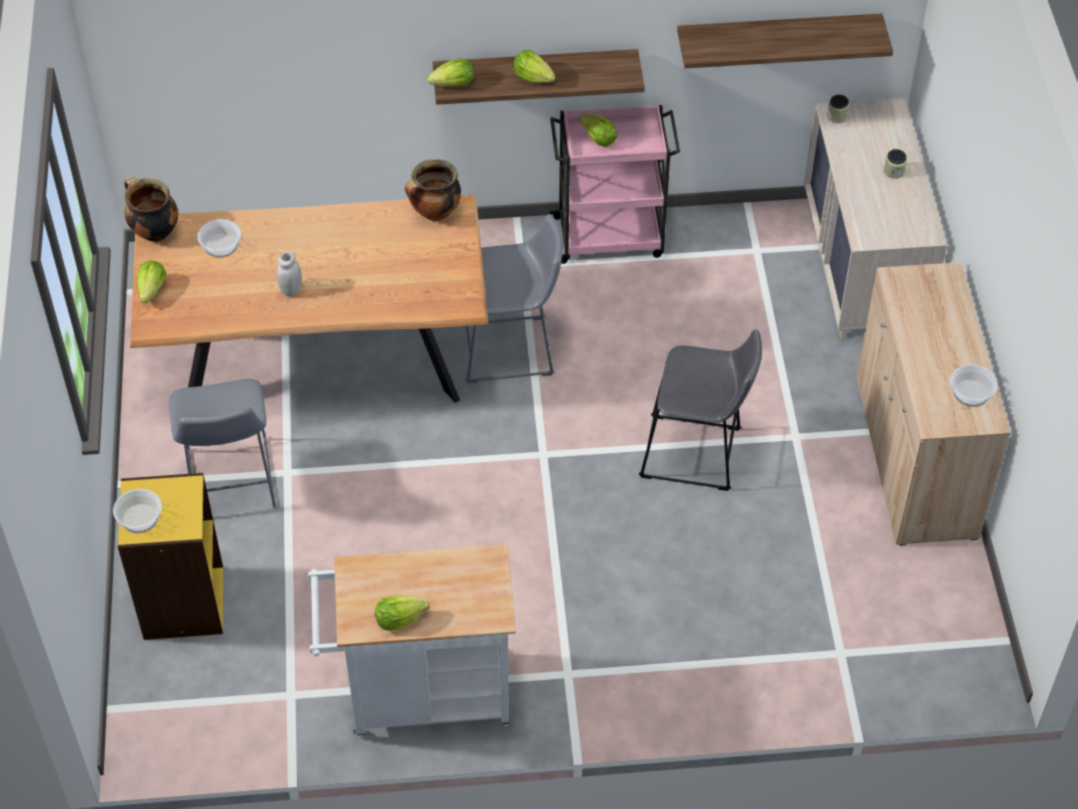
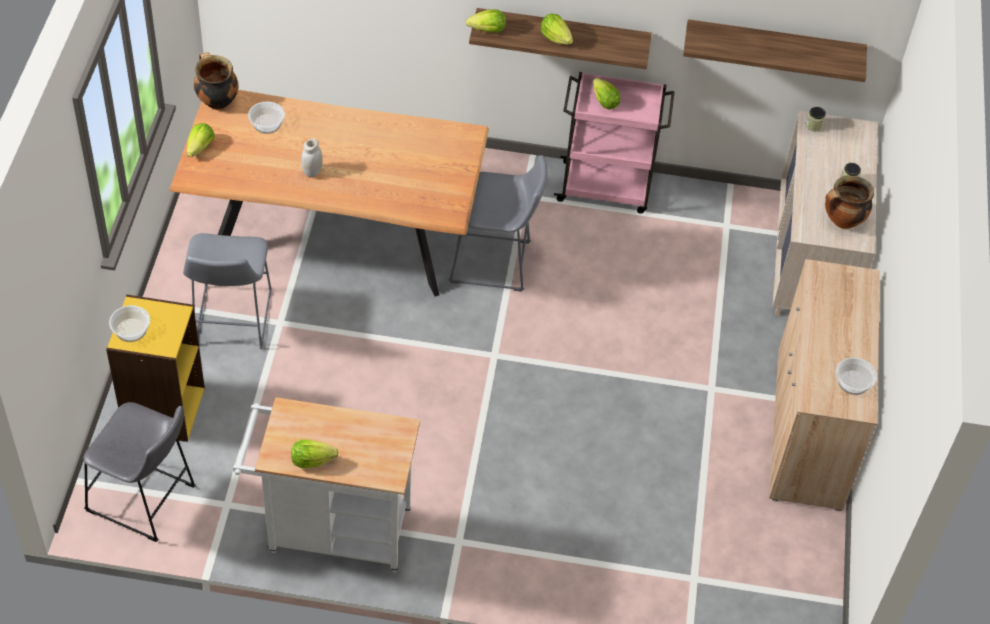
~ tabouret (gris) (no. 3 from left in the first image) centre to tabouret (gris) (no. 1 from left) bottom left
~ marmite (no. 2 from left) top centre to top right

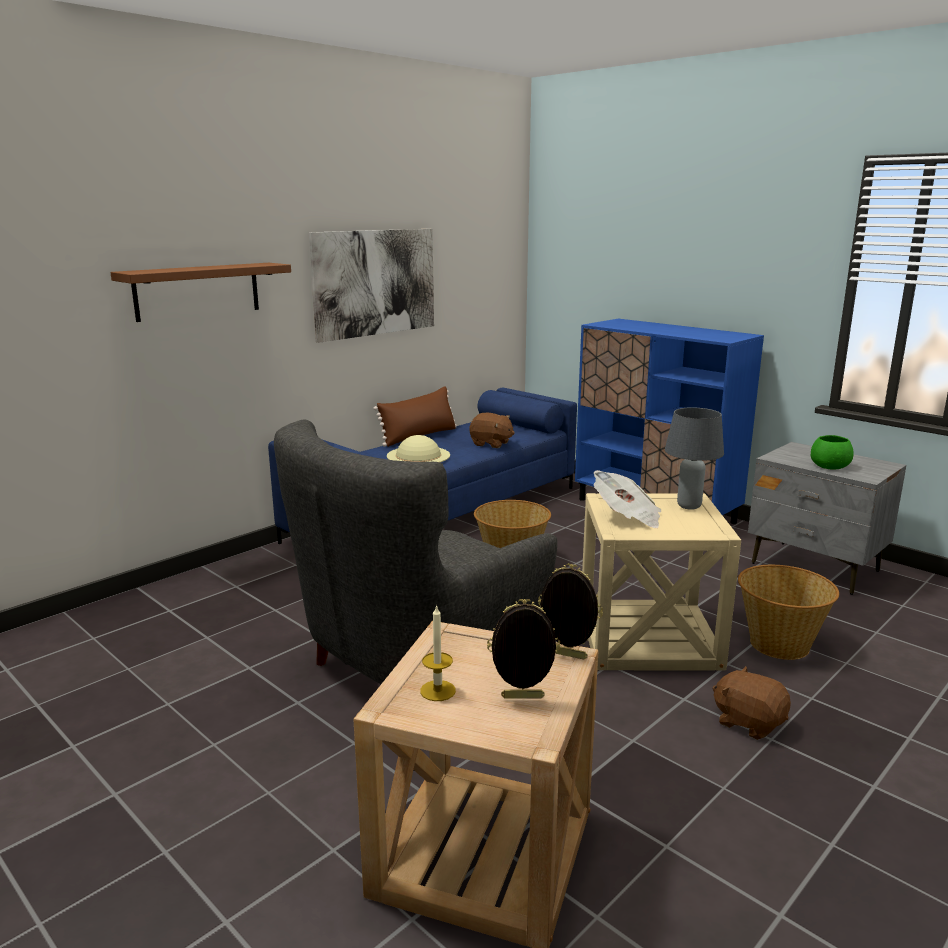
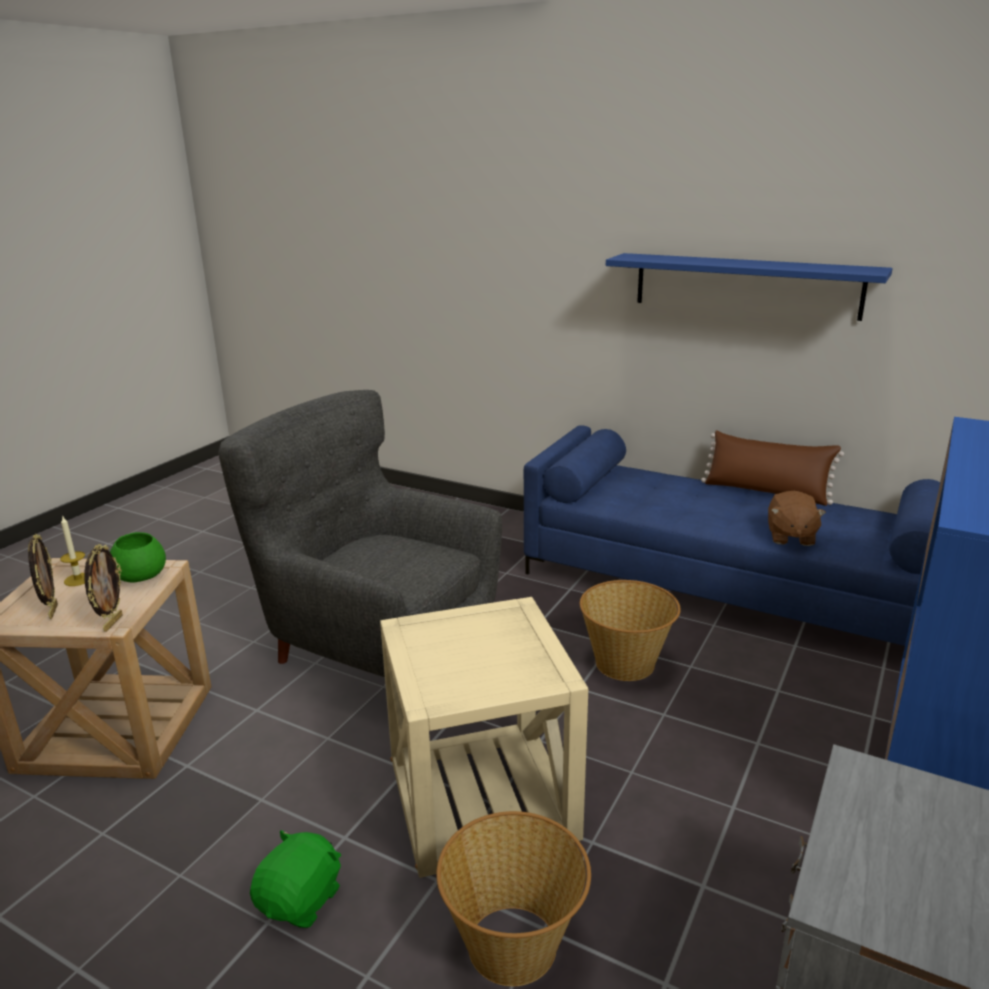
~ bol (vert) middle right to middle left
~ peluche (marron) (no. 2 from left) bottom right to peluche (vert) bottom left
~ tableau top centre to étagère (bleu) top right
- étagère (marron) top left
- chapeau (beige) centre
- journal centre
- lampe de table (gris) middle right

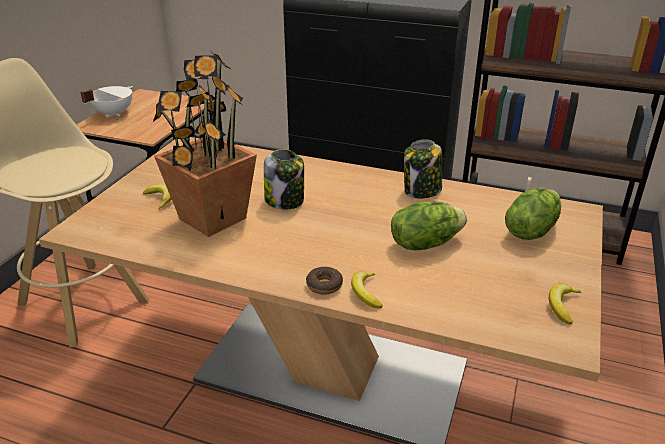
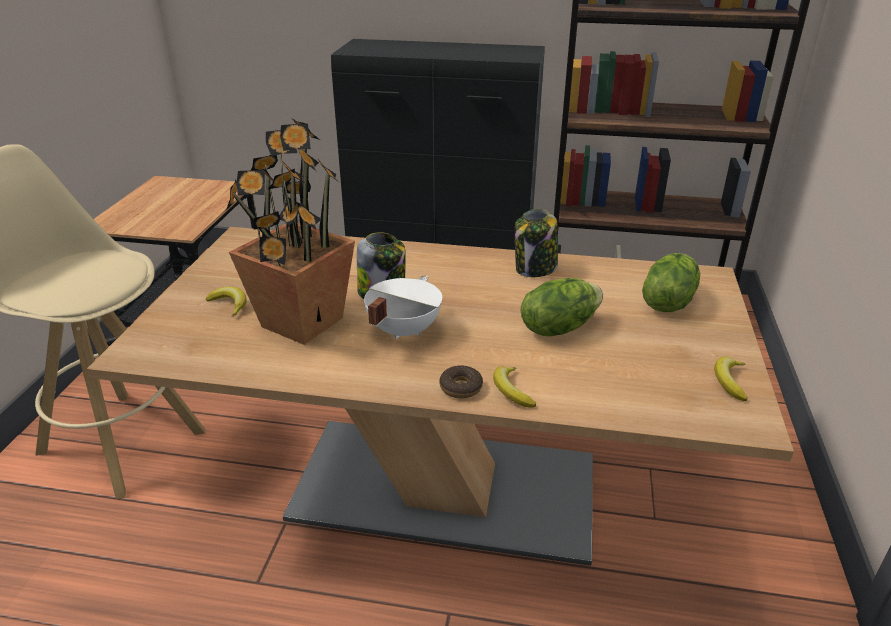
~ marmite (blanc) top left to centre

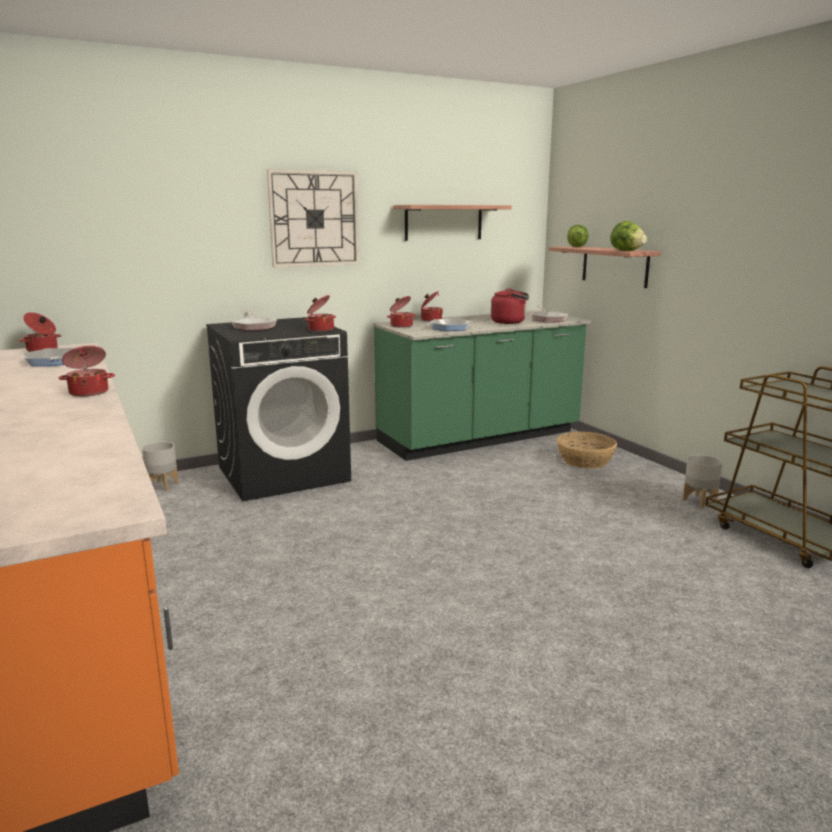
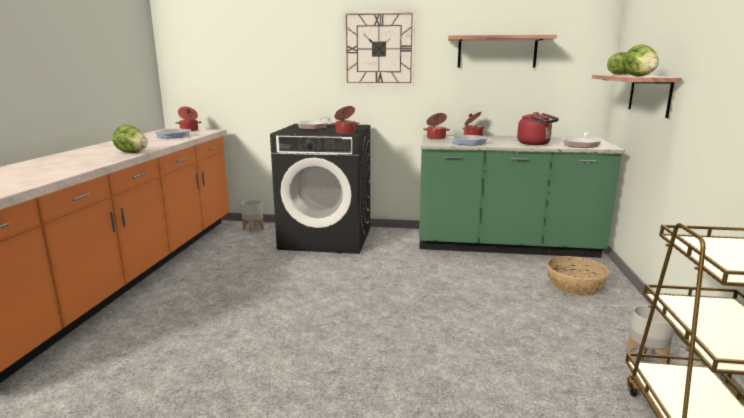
~ marmite (no. 2 from left) middle left to laitue (no. 1 from left) top left

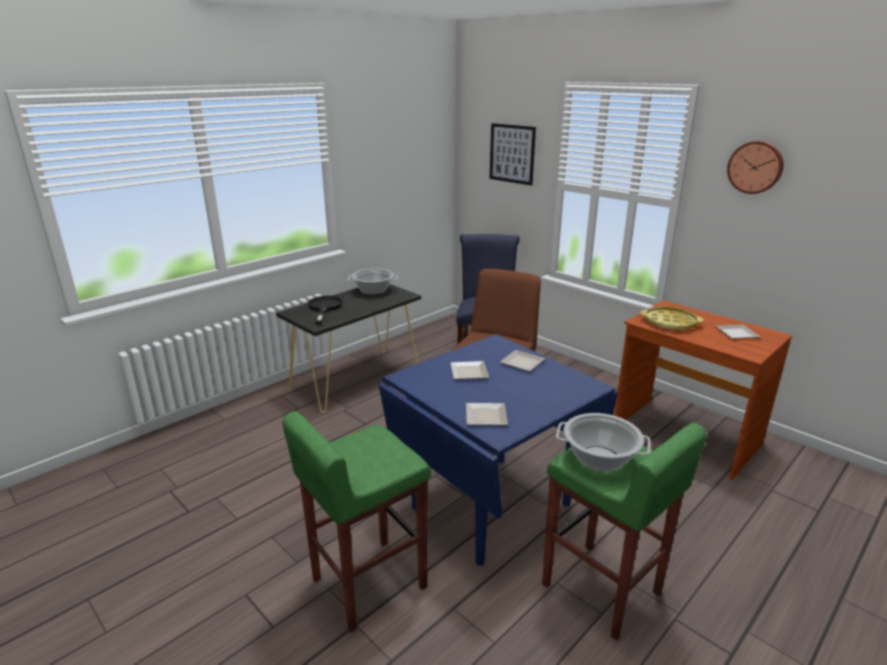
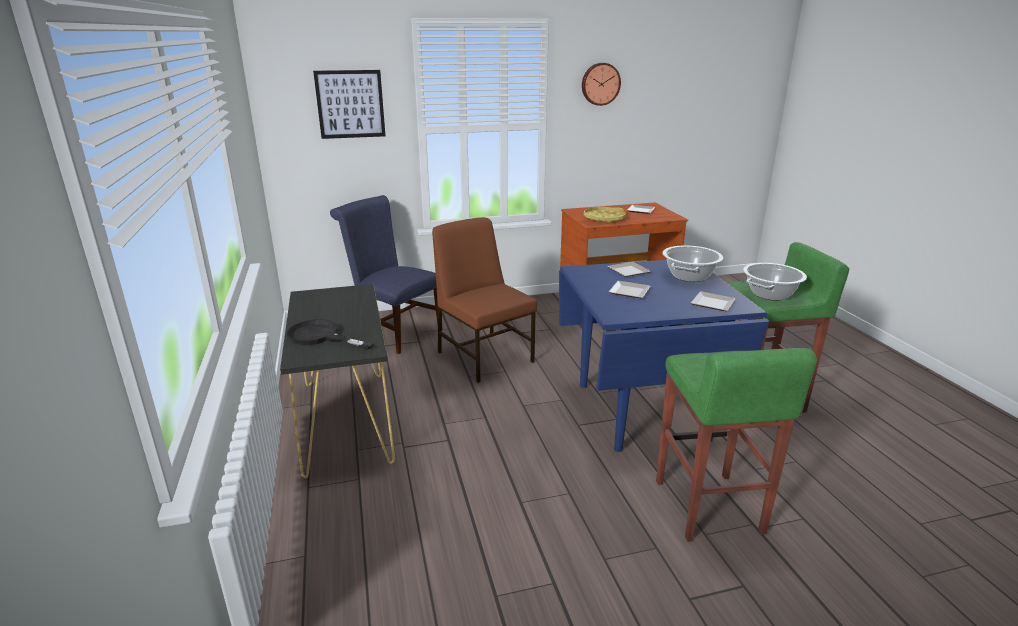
~ marmite (no. 1 from left) centre to middle right

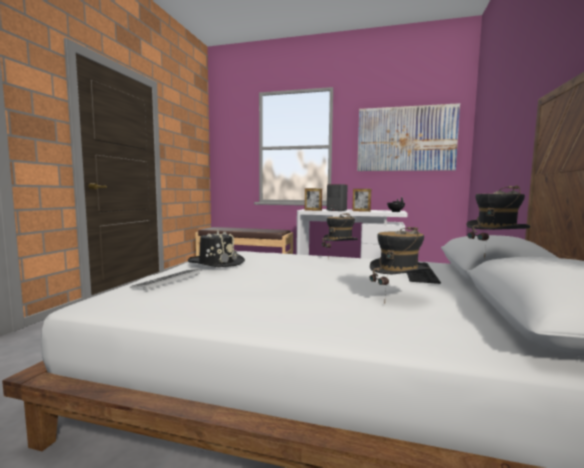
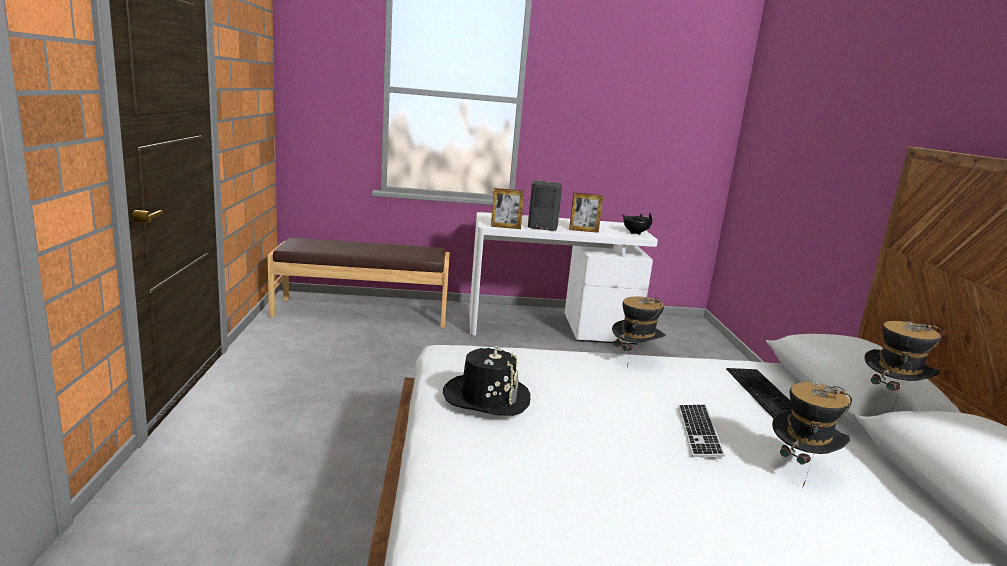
~ clavier (no. 1 from left) middle left to bottom right
- tableau top right

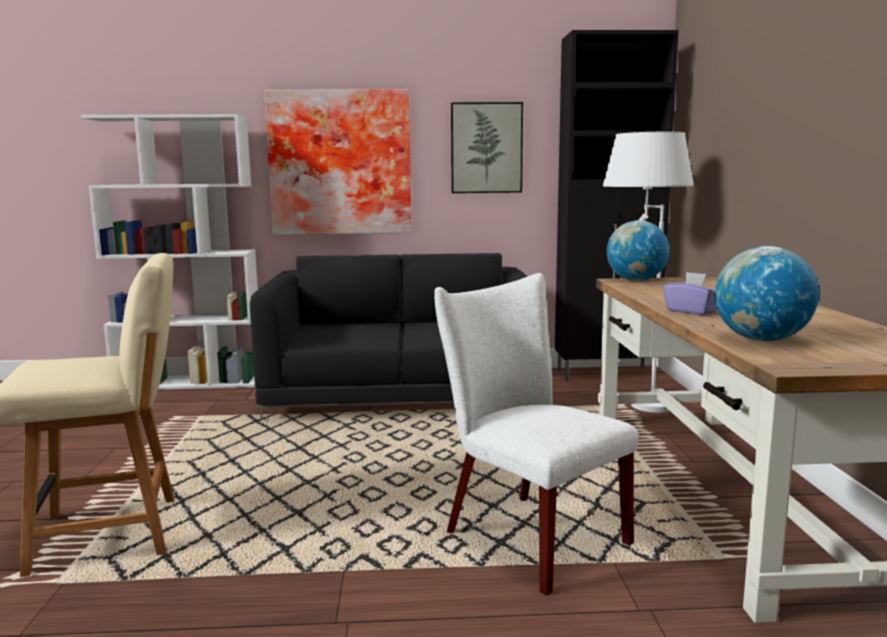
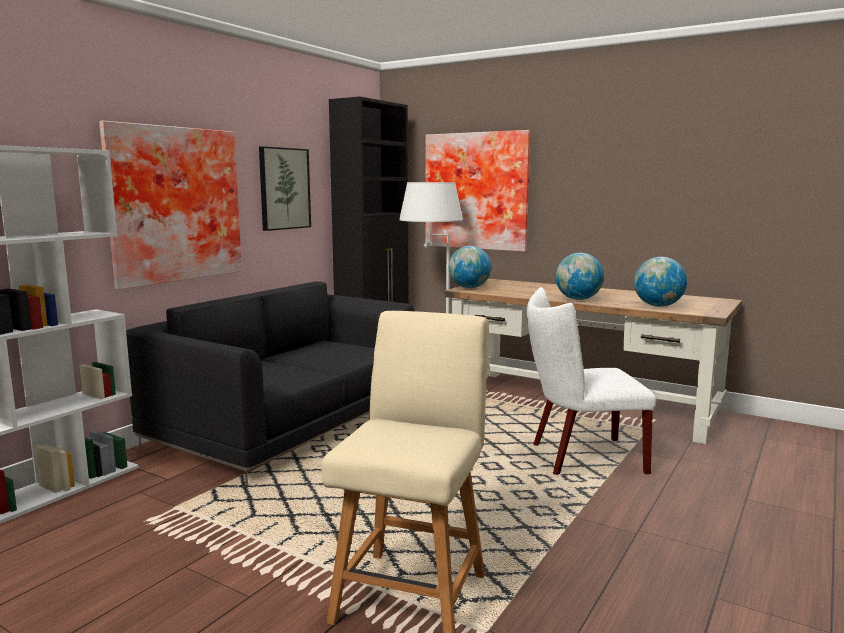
+ tableau (no. 3 from left) top centre
~ boîte à mouchoirs (violet) middle right to globe (no. 2 from left) middle right

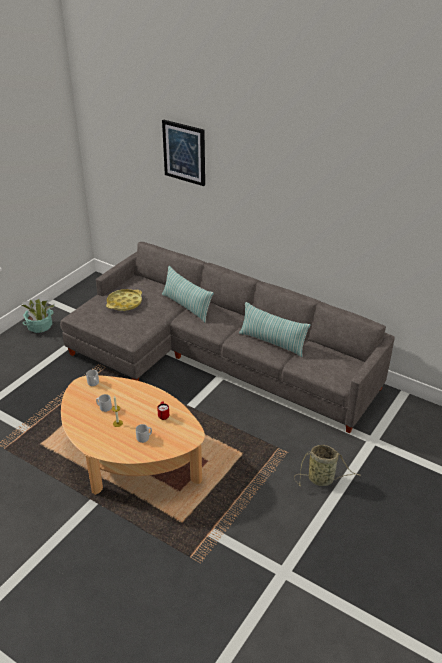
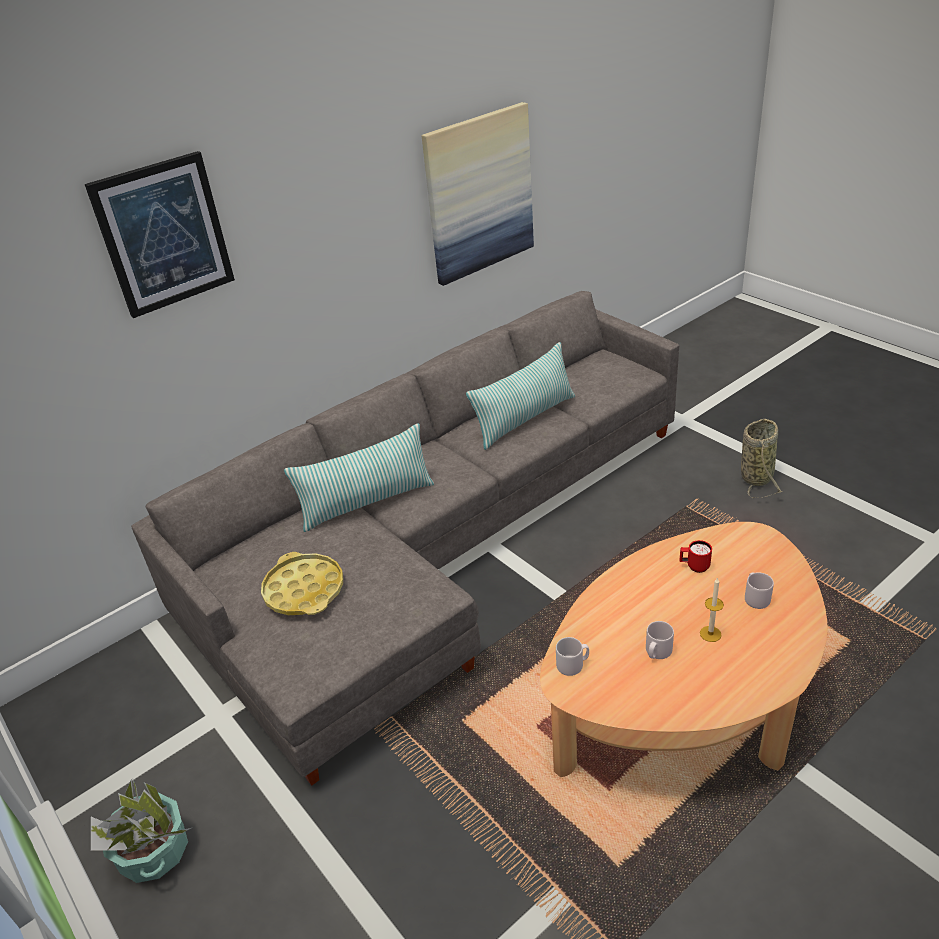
+ tableau (no. 2 from left) top centre

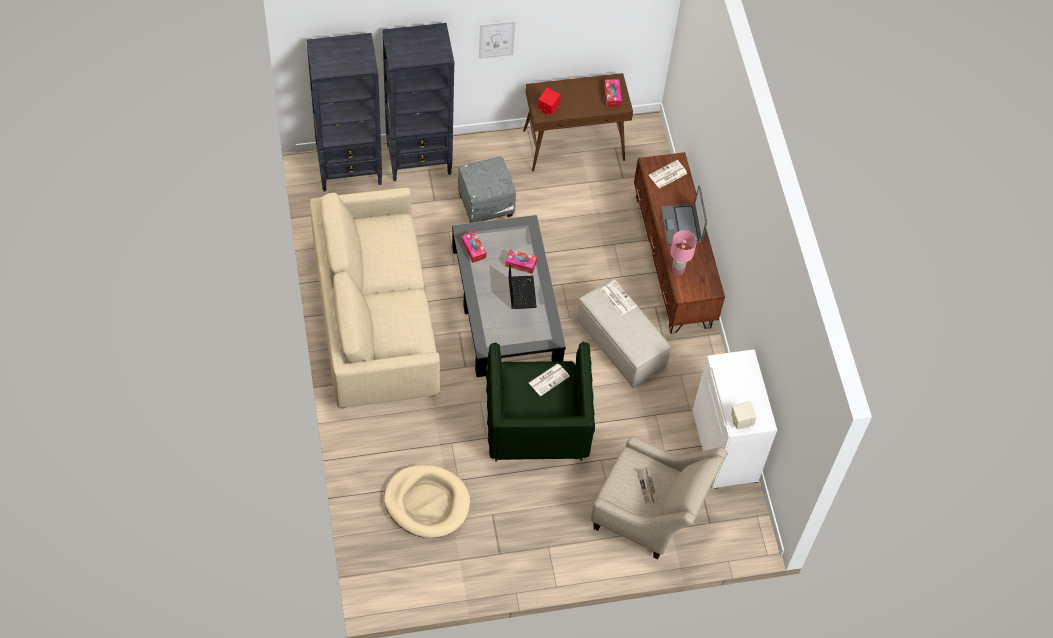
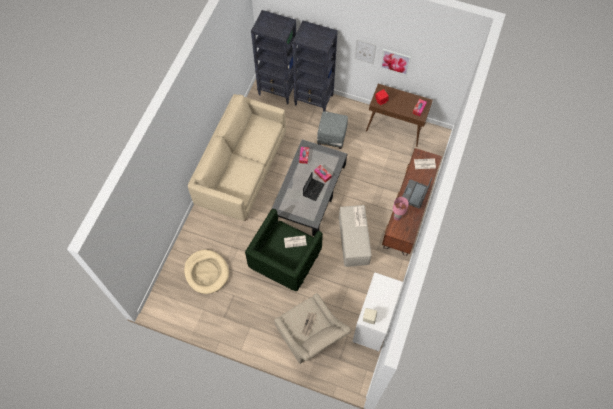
+ tableau (no. 2 from left) top centre

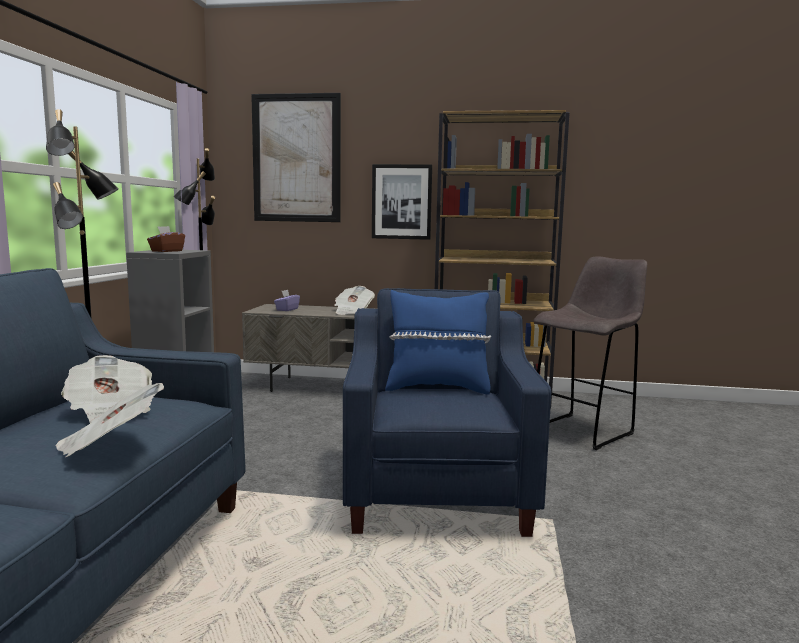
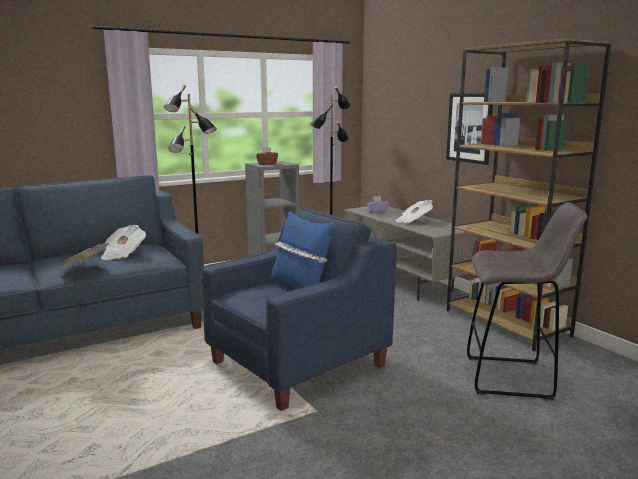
- tableau (no. 1 from left) top centre

